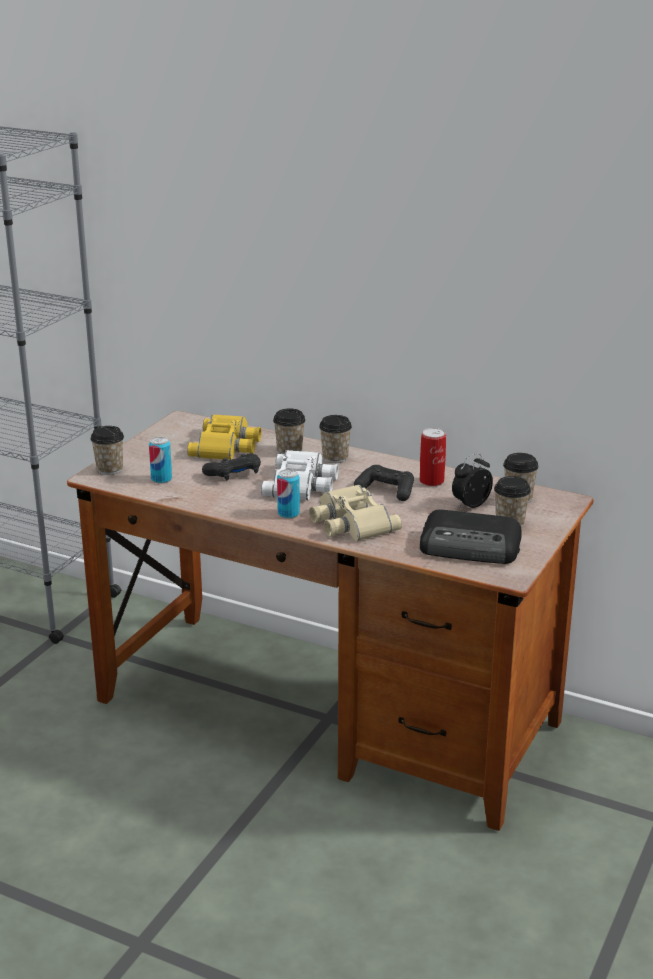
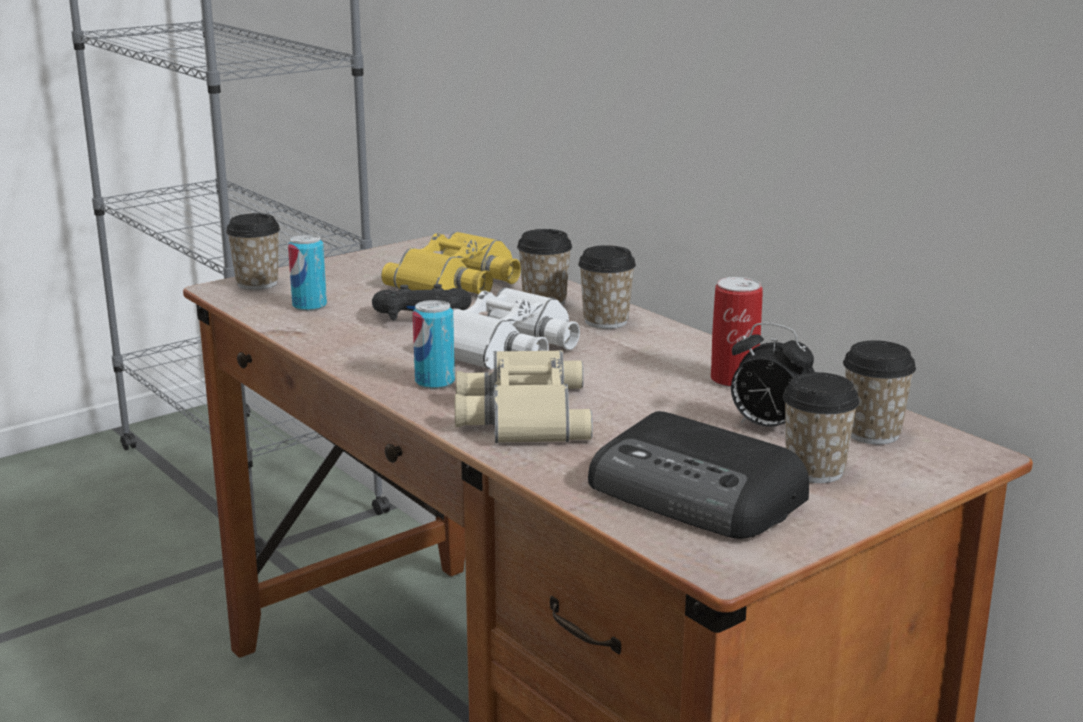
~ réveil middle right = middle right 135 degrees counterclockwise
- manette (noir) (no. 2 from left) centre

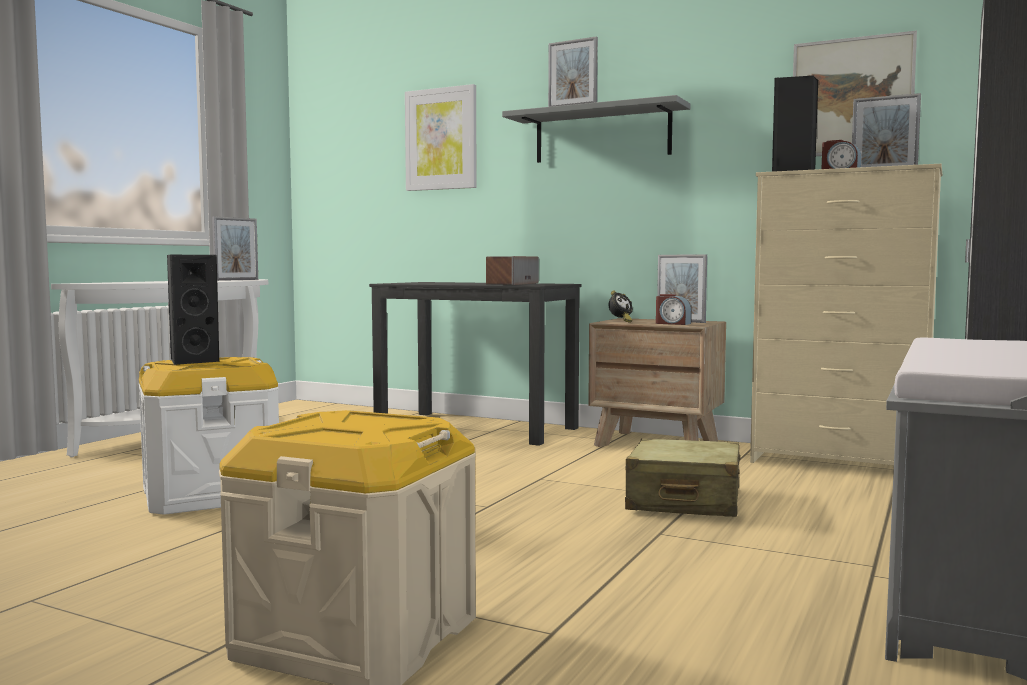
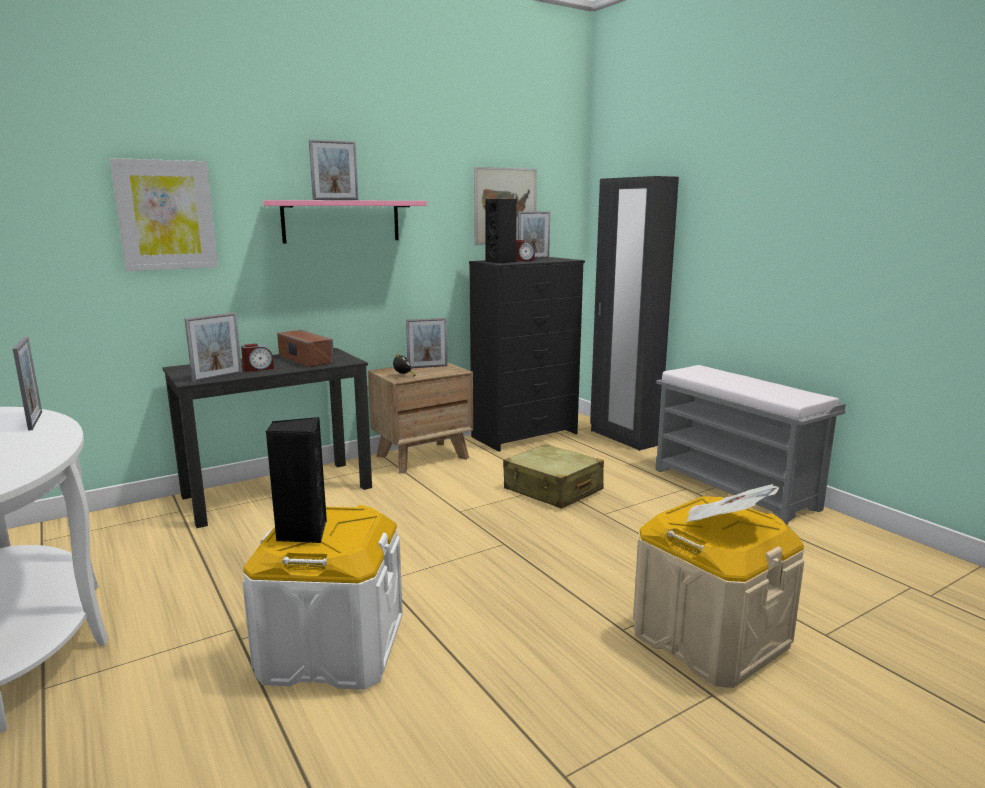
+ cadre photo (no. 2 from left) middle left
~ réveil (no. 2 from left in the first image) centre to réveil (no. 1 from left) middle left
~ étagère (gris) top centre to étagère (rose) top centre
~ commode (beige) middle right to commode (noir) centre
+ journal middle right

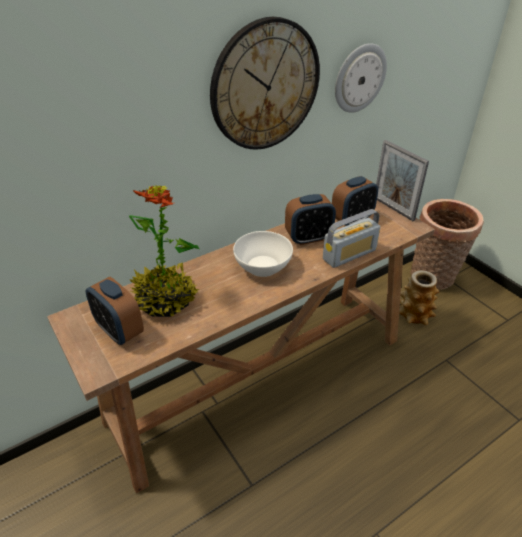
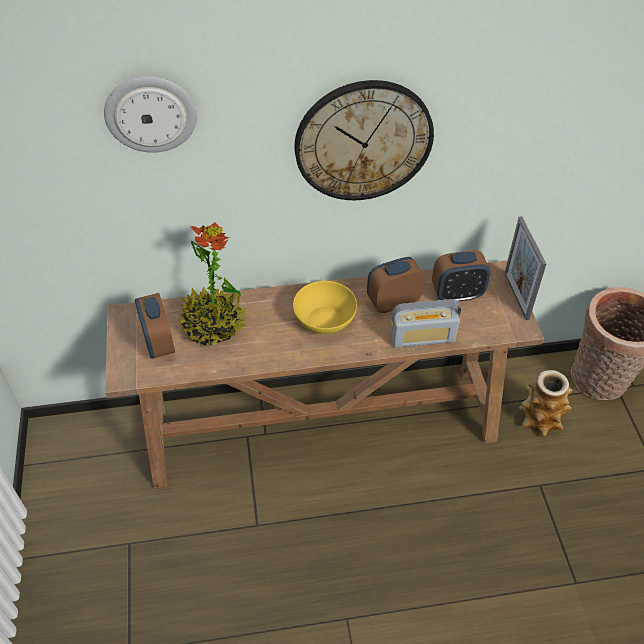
~ horloge murale (no. 2 from left in the first image) top right to horloge murale (no. 1 from left) top left
~ bol (blanc) centre to bol (jaune) centre
~ réveil (no. 2 from left) centre = centre 150 degrees clockwise

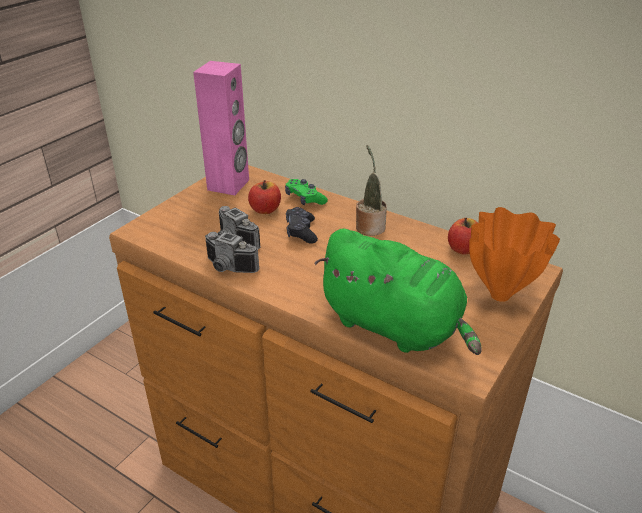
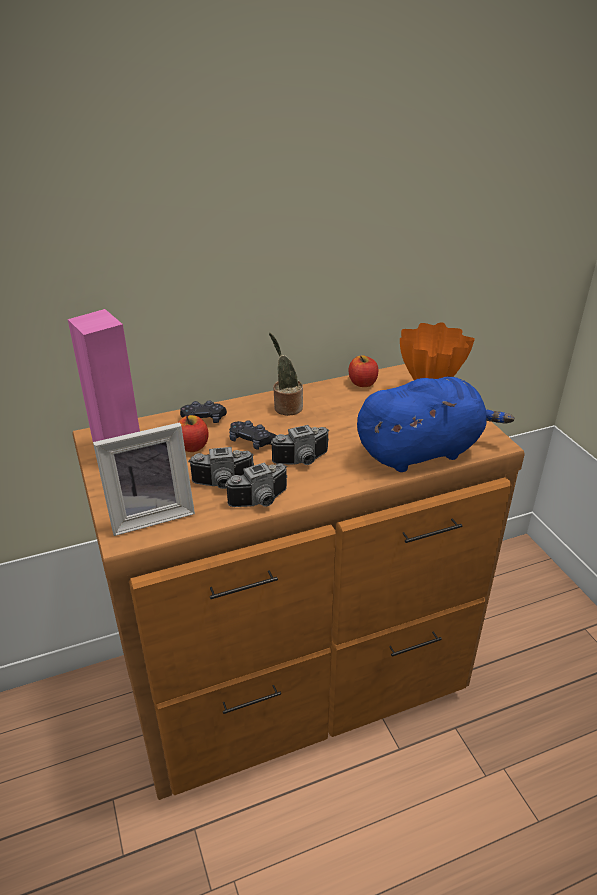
+ cadre photo middle left
~ manette (vert) centre to manette (noir) (no. 1 from left) centre
+ appareil photo (no. 3 from left) centre
~ peluche (vert) centre to peluche (bleu) middle right

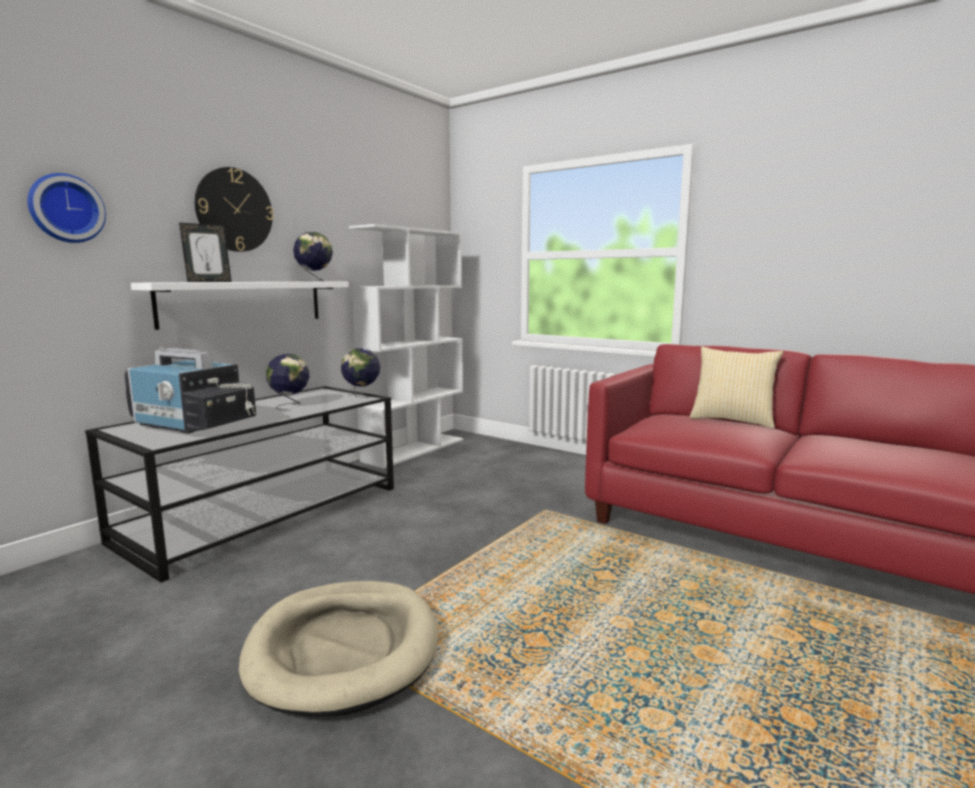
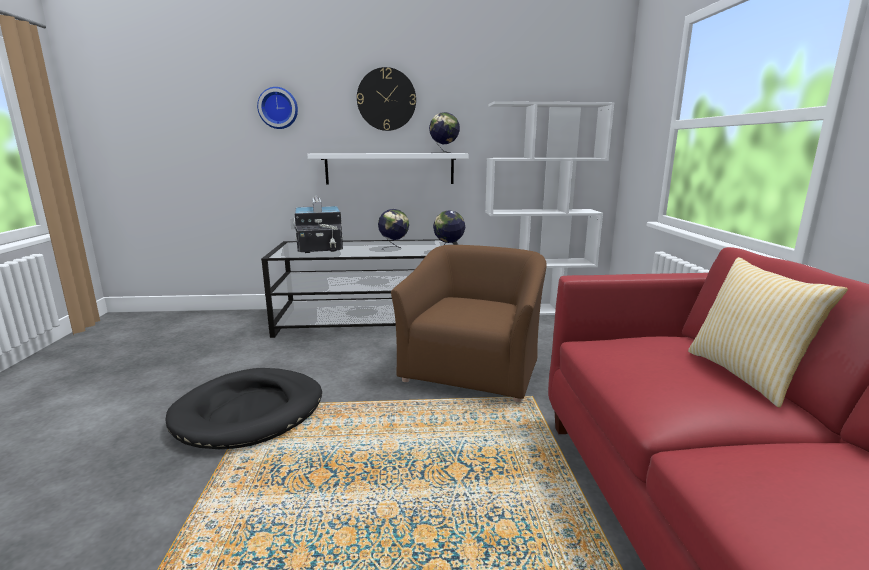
~ panier pour chien (beige) bottom centre to panier pour chien (noir) bottom left
+ fauteuil (marron) centre
- cadre photo top left

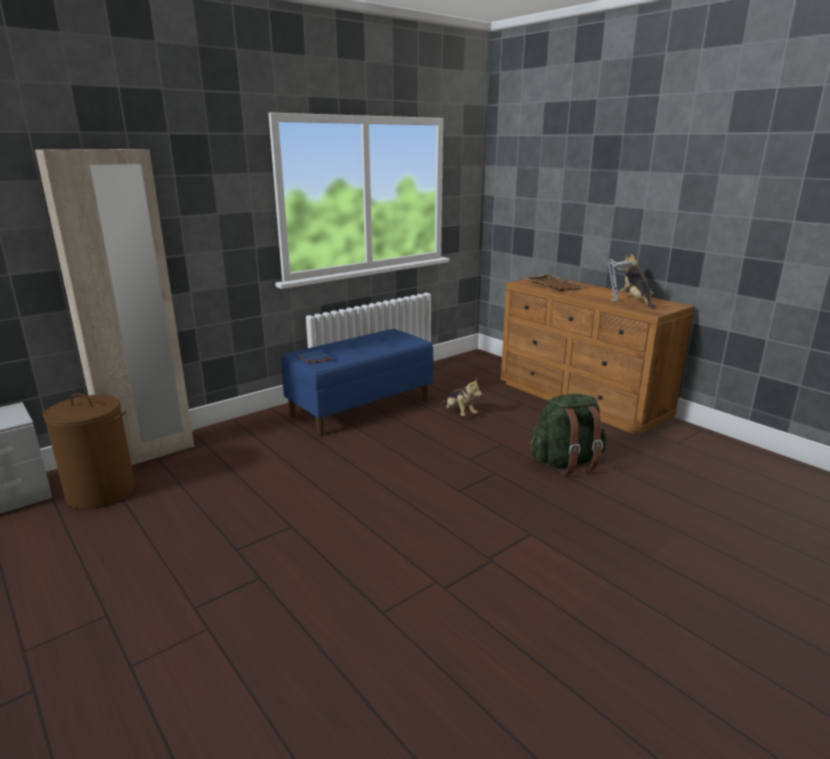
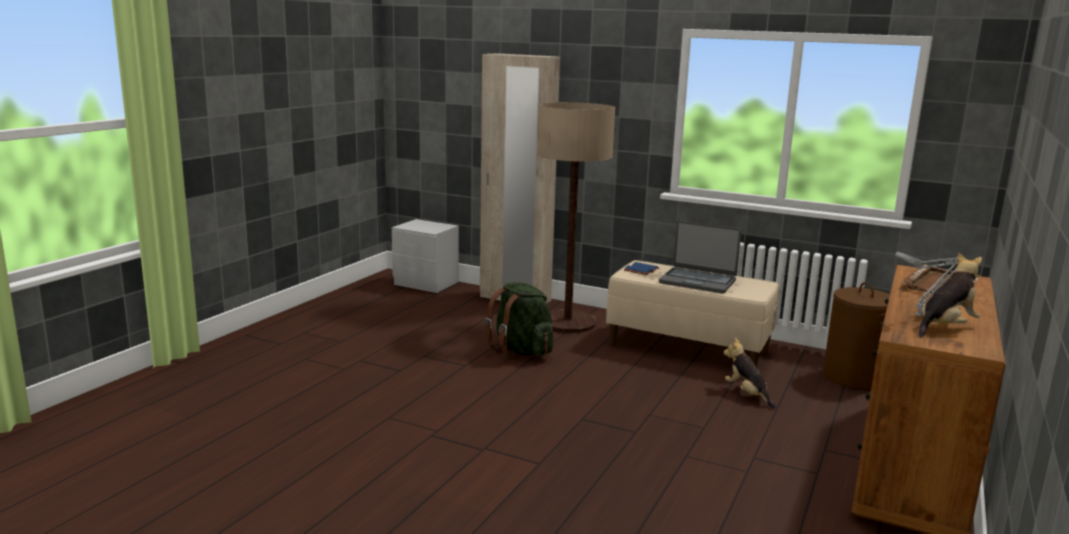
~ sac à dos (vert) middle right to centre
+ lampadaire centre
~ banc (bleu) centre to banc (beige) centre
+ ordinateur portable centre
~ peluche (no. 1 from left) centre = bottom right 120 degrees clockwise
~ panier à linge (marron) middle left to middle right

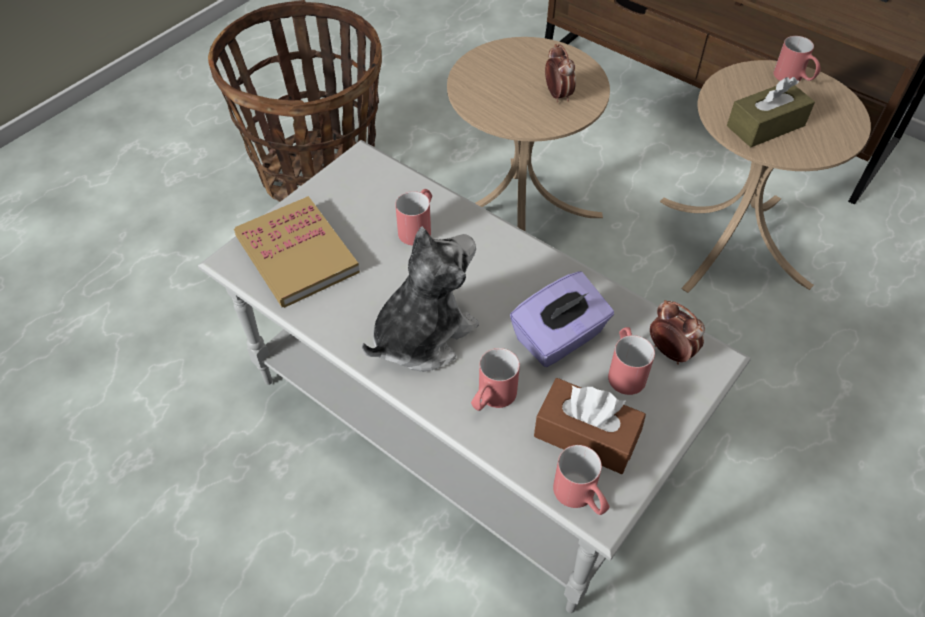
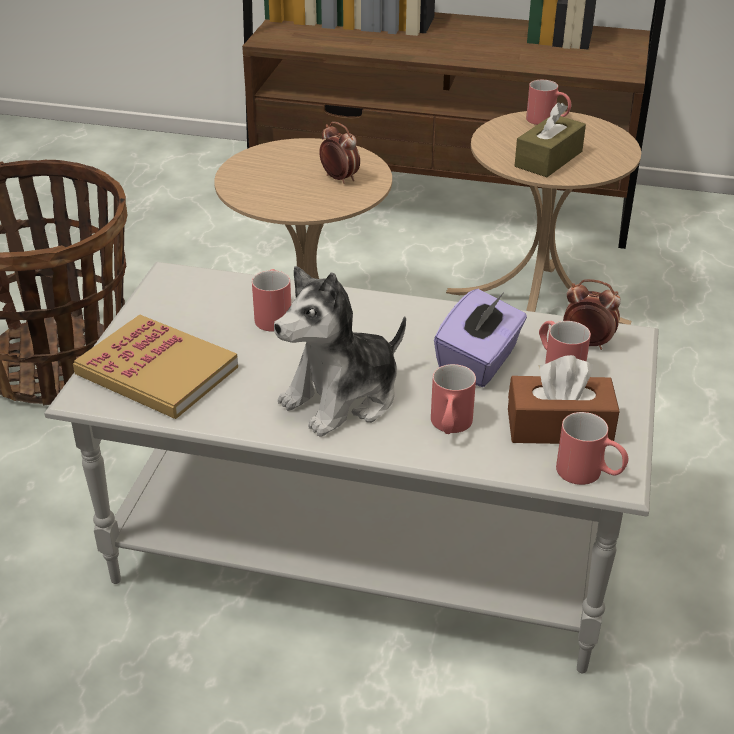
~ peluche centre = centre 150 degrees counterclockwise

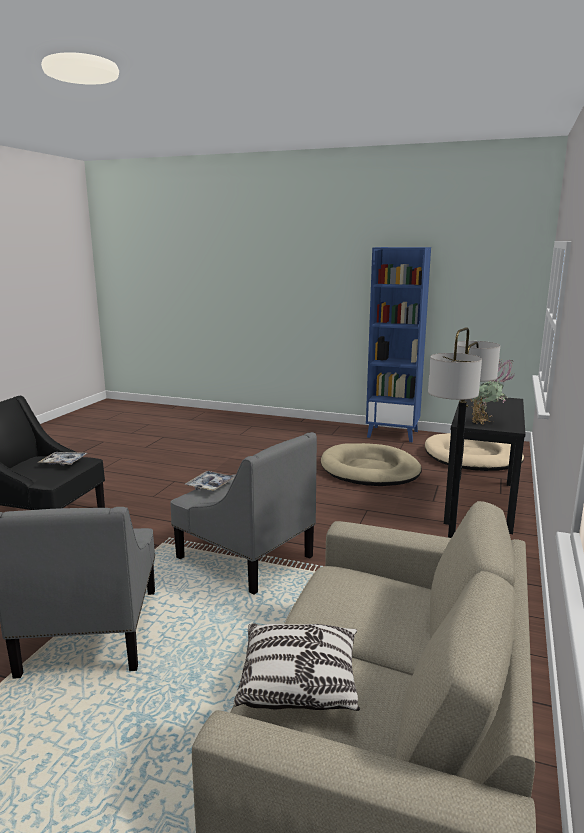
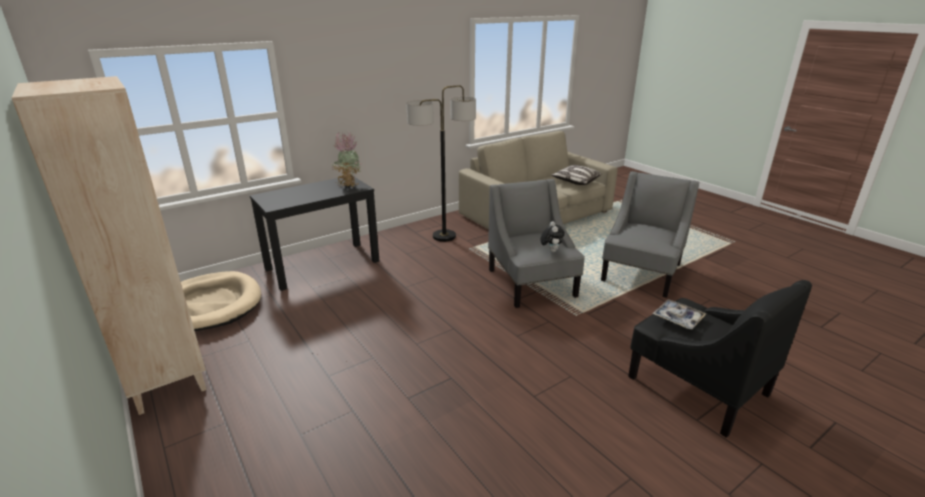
~ bibliothèque (bleu) middle right to bibliothèque (beige) middle left
~ plateau (no. 2 from left) centre to peluche centre
- panier pour chien (beige) (no. 1 from left) centre

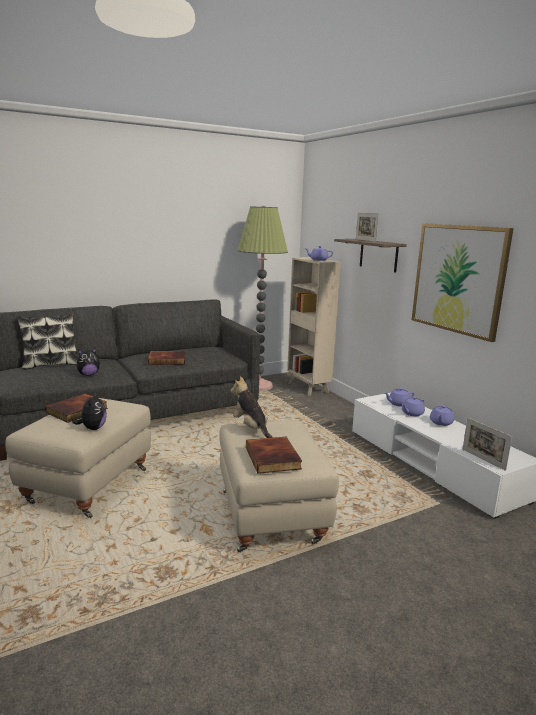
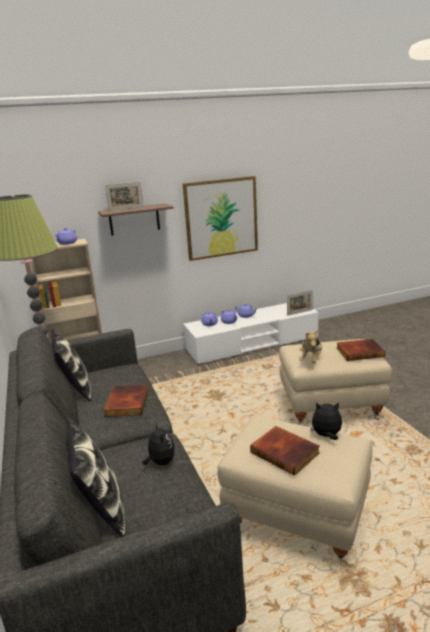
+ coussin (no. 1 from left) middle left
~ peluche (no. 3 from left in the first image) centre = middle right 45 degrees counterclockwise

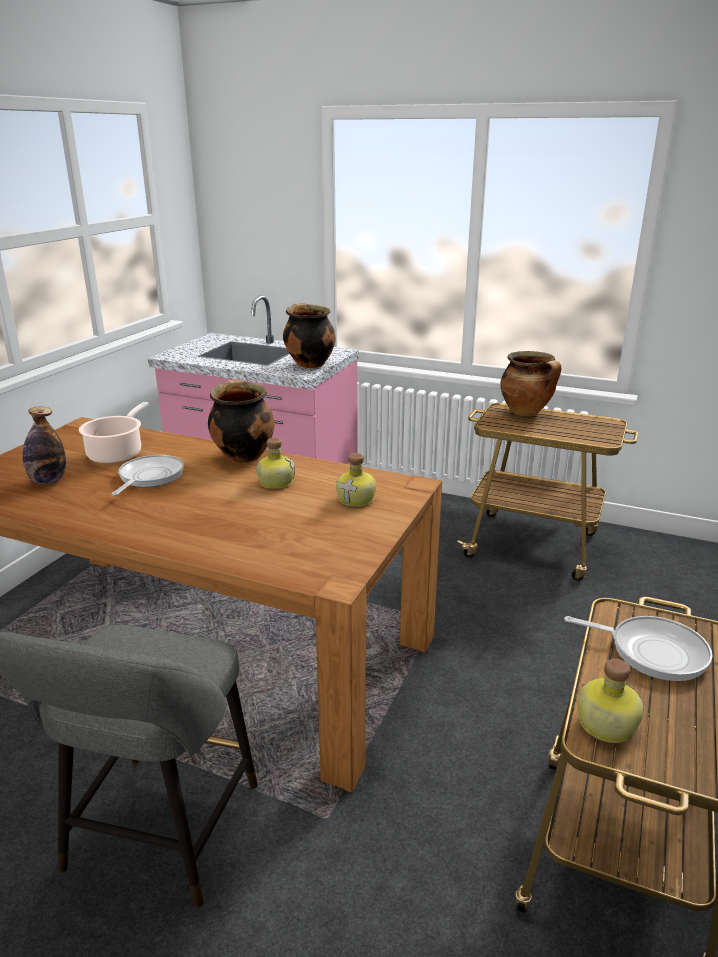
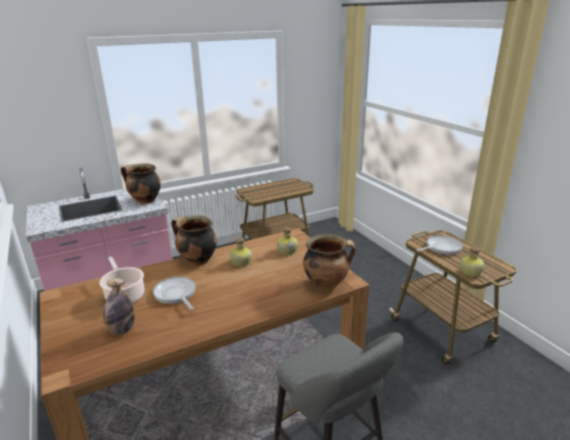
~ marmite (no. 4 from left) middle right to centre

